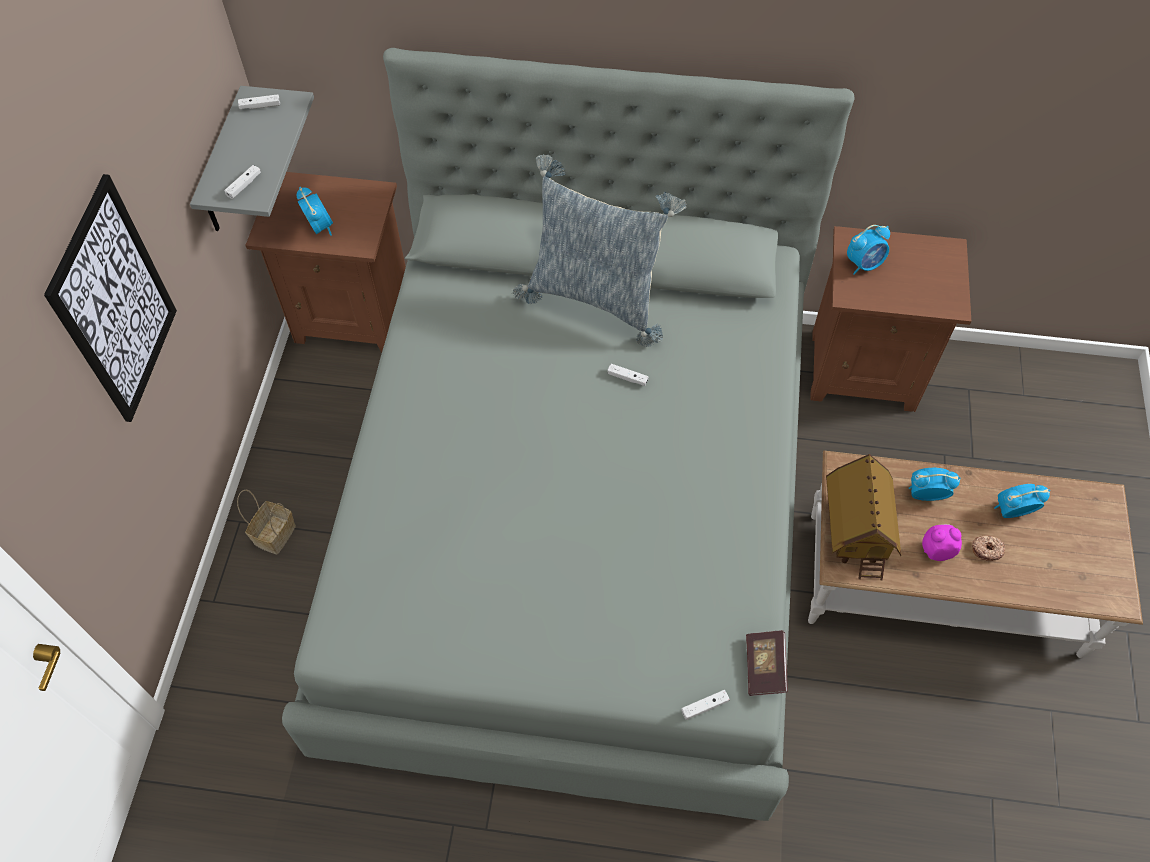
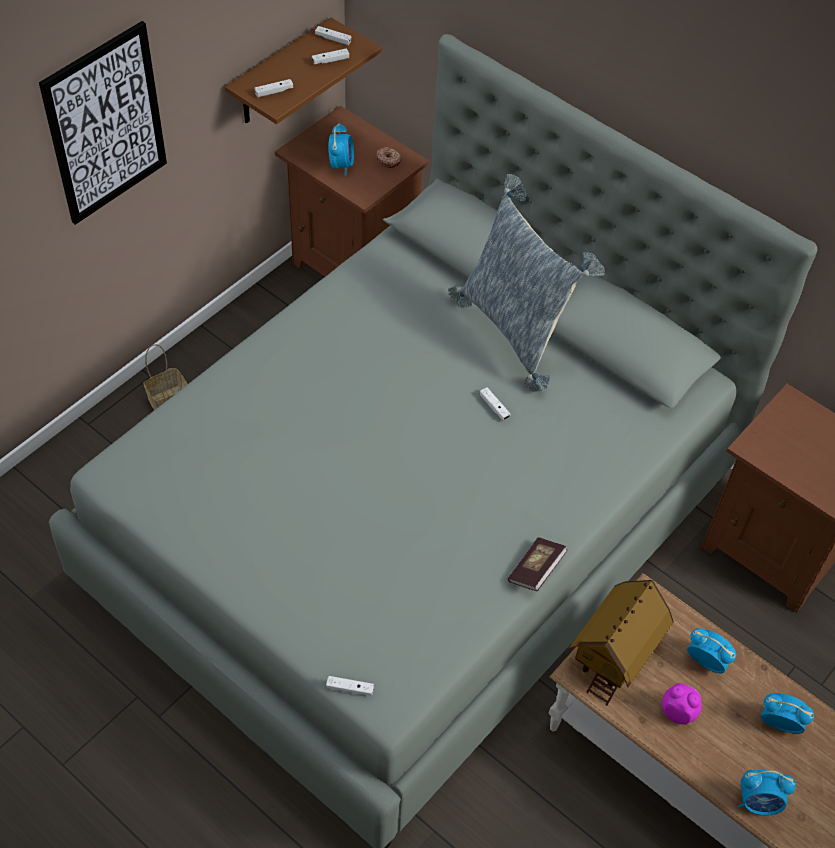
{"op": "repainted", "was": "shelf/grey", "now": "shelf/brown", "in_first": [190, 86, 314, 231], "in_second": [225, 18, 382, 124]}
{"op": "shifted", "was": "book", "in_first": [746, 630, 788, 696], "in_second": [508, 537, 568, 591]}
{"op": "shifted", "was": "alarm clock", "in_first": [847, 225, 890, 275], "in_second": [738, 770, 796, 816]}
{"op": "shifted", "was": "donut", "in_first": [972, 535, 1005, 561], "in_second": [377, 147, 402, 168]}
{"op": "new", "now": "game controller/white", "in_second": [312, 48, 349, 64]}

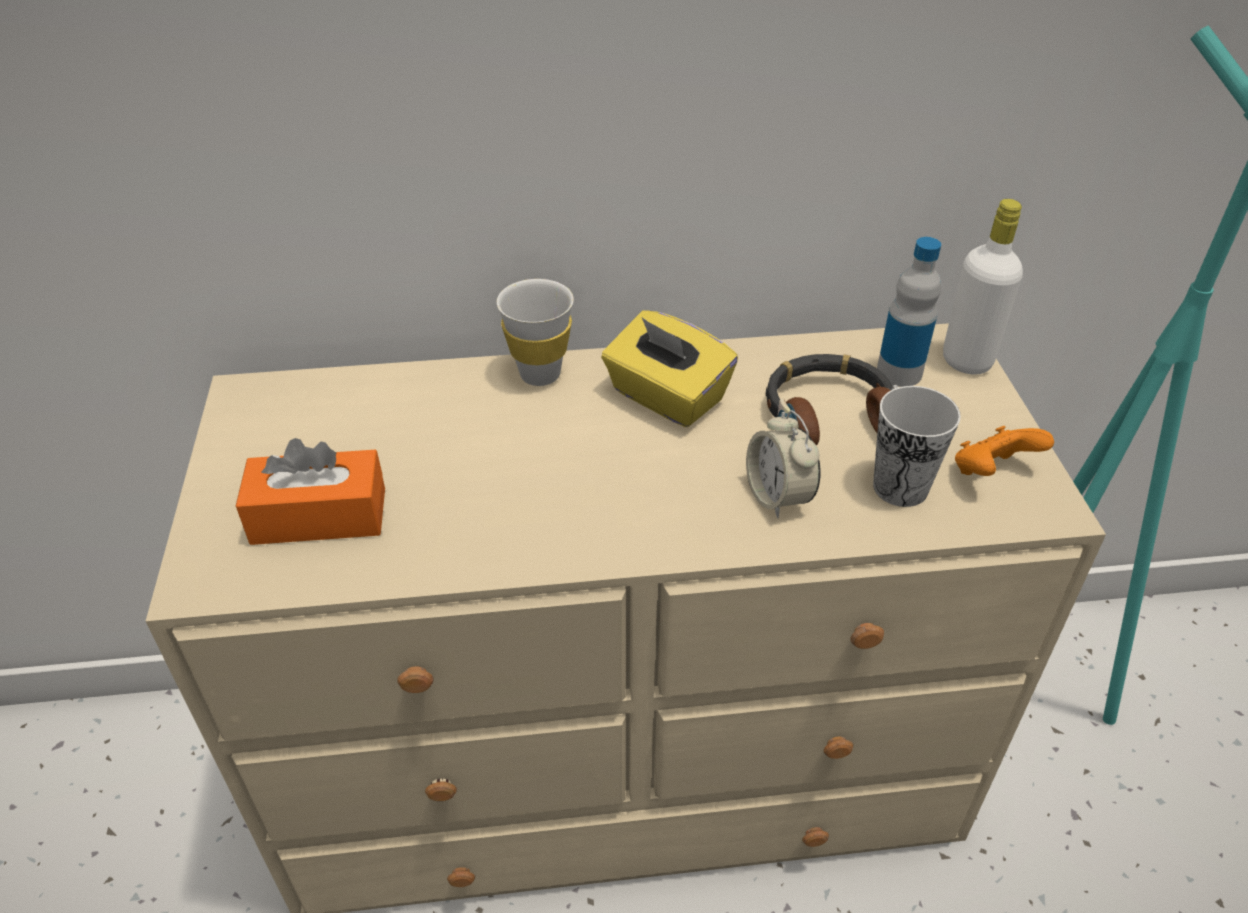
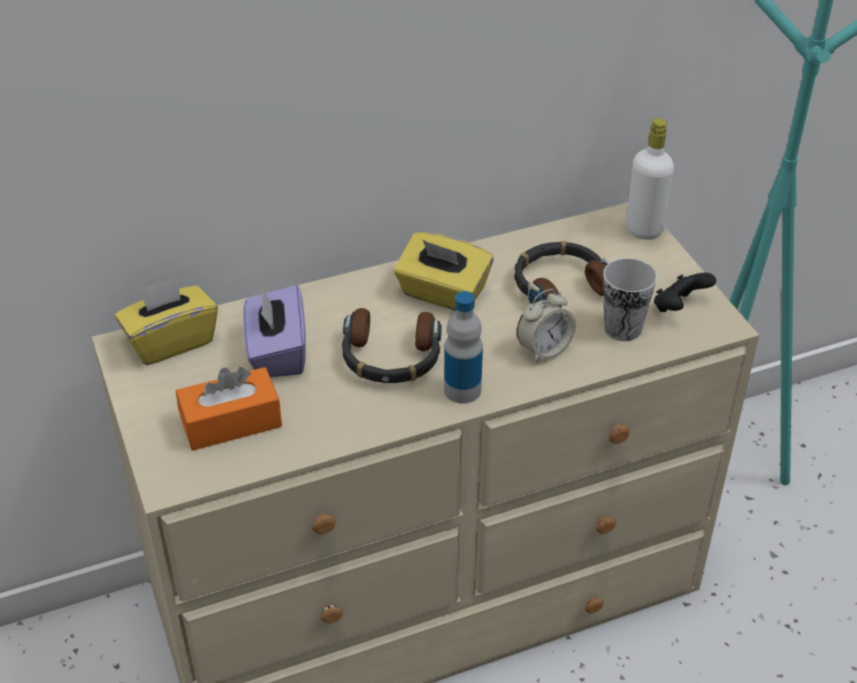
{"op": "gone", "was": "cup/white", "in_first": [497, 279, 574, 386]}
{"op": "rotated", "was": "alarm clock", "in_first": [746, 410, 821, 518], "in_second": [517, 289, 576, 363], "clockwise": -90}
{"op": "shifted", "was": "bottle", "in_first": [877, 237, 941, 387], "in_second": [444, 291, 483, 404]}
{"op": "repainted", "was": "game controller/orange", "now": "game controller/black", "in_first": [955, 426, 1054, 476], "in_second": [654, 273, 716, 312]}
{"op": "new", "now": "tissue box/yellow", "in_second": [115, 277, 218, 365]}
{"op": "new", "now": "tissue box/purple", "in_second": [243, 285, 306, 377]}
{"op": "new", "now": "headphones", "in_second": [342, 308, 442, 383]}

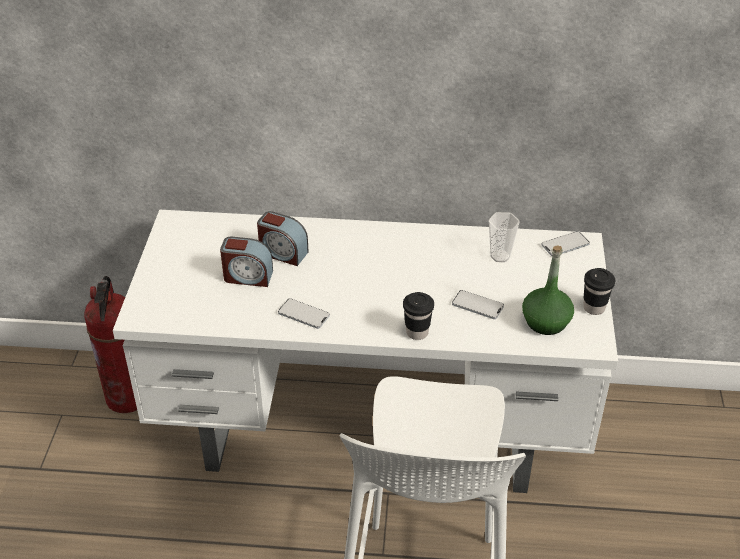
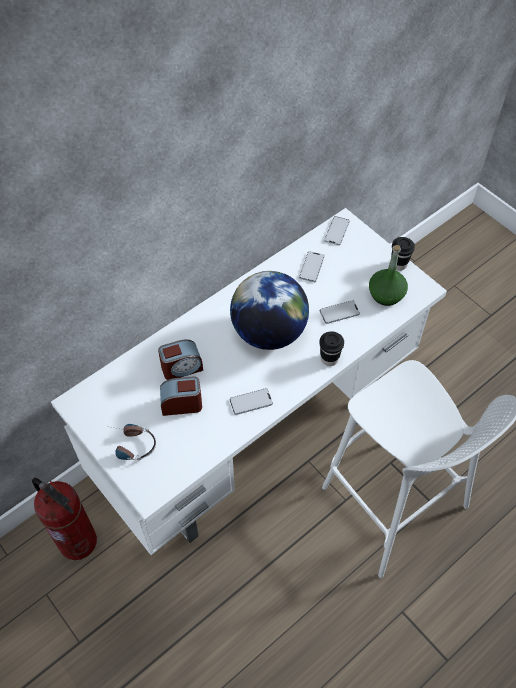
{"op": "rotated", "was": "alarm clock", "in_first": [220, 237, 273, 287], "in_second": [160, 376, 202, 416], "clockwise": -150}
{"op": "swapped", "was": "cup", "now": "phone", "in_first": [489, 212, 520, 262], "in_second": [299, 251, 324, 282]}
{"op": "new", "now": "headphones", "in_second": [106, 424, 156, 460]}
{"op": "new", "now": "globe", "in_second": [230, 271, 309, 350]}

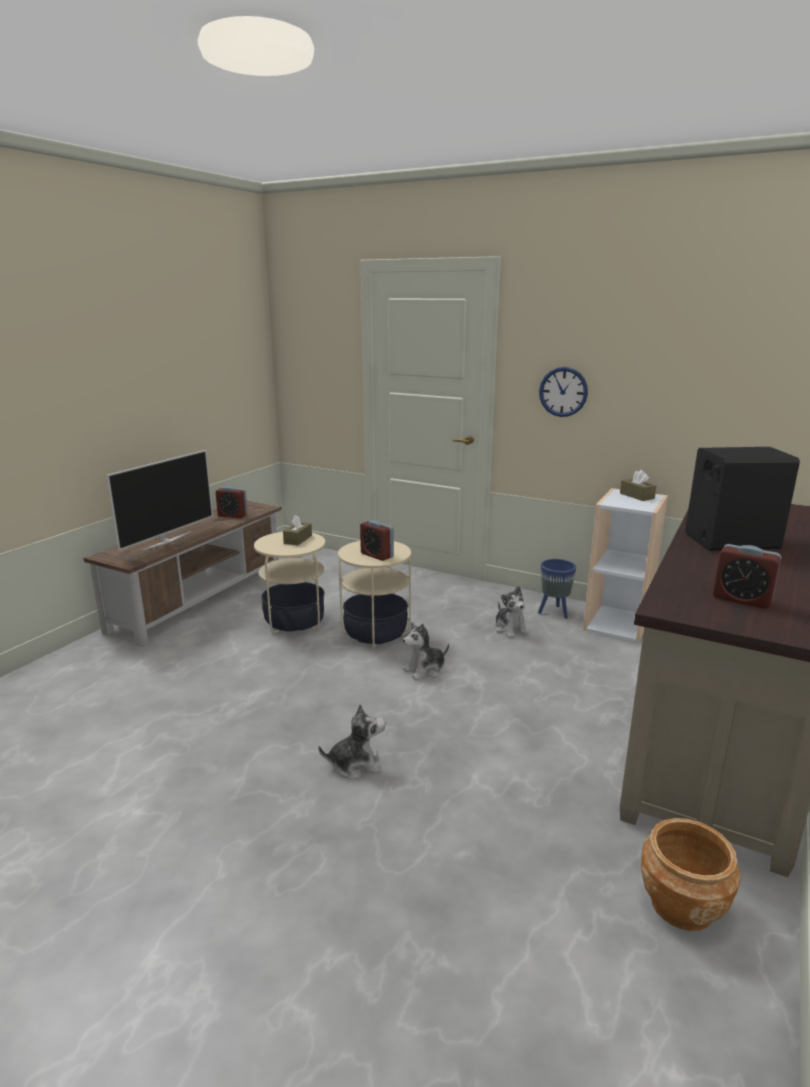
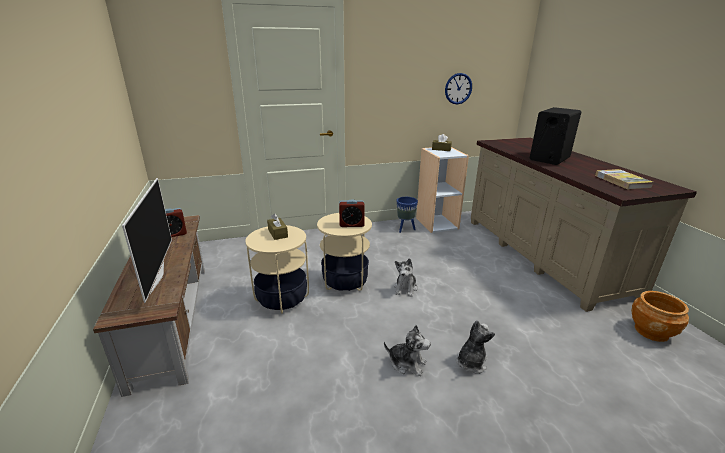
{"op": "shifted", "was": "plush toy", "in_first": [495, 586, 529, 638], "in_second": [384, 325, 431, 376]}
{"op": "shifted", "was": "wall clock", "in_first": [539, 367, 588, 417], "in_second": [445, 73, 472, 105]}
{"op": "swapped", "was": "alarm clock", "now": "book", "in_first": [713, 544, 781, 609], "in_second": [595, 169, 653, 189]}

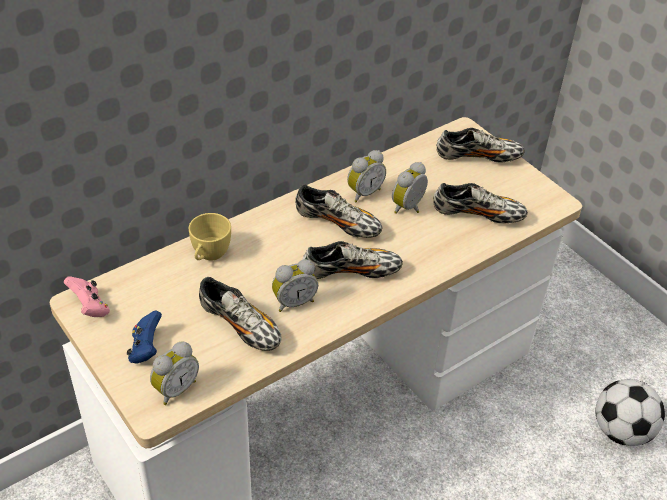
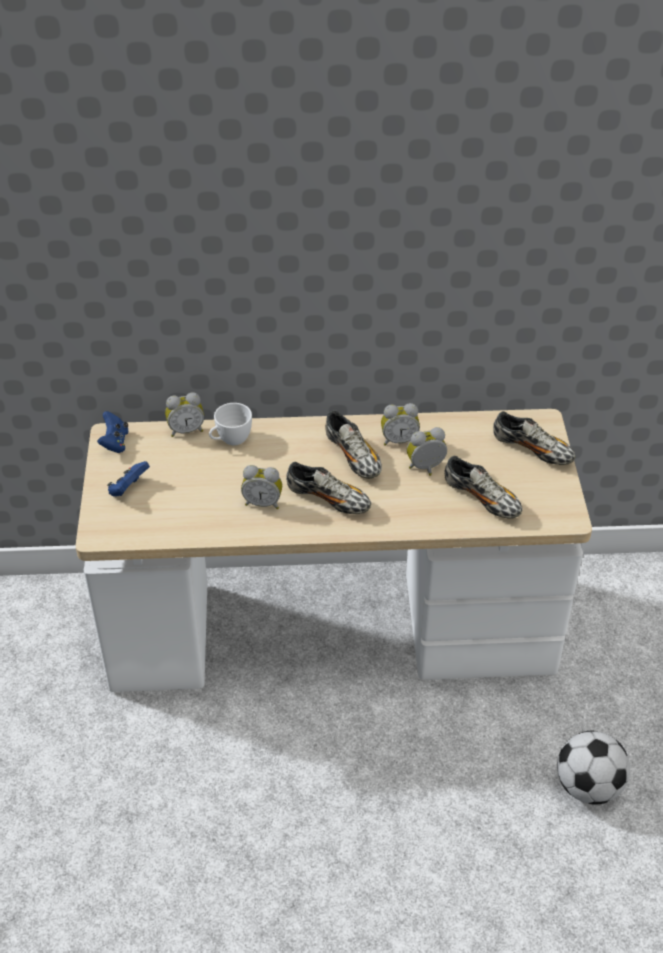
{"op": "repainted", "was": "game controller/pink", "now": "game controller/blue", "in_first": [64, 276, 110, 317], "in_second": [97, 411, 128, 453]}
{"op": "shifted", "was": "alarm clock", "in_first": [150, 341, 199, 405], "in_second": [165, 392, 204, 437]}
{"op": "repainted", "was": "cup/yellow", "now": "cup/white", "in_first": [189, 213, 231, 260], "in_second": [209, 403, 252, 445]}
{"op": "gone", "was": "shoe", "in_first": [199, 277, 282, 351]}

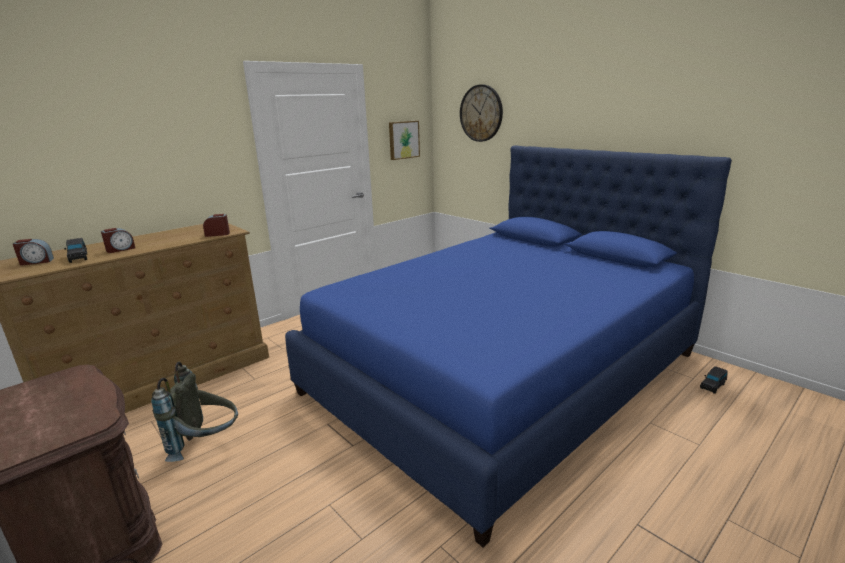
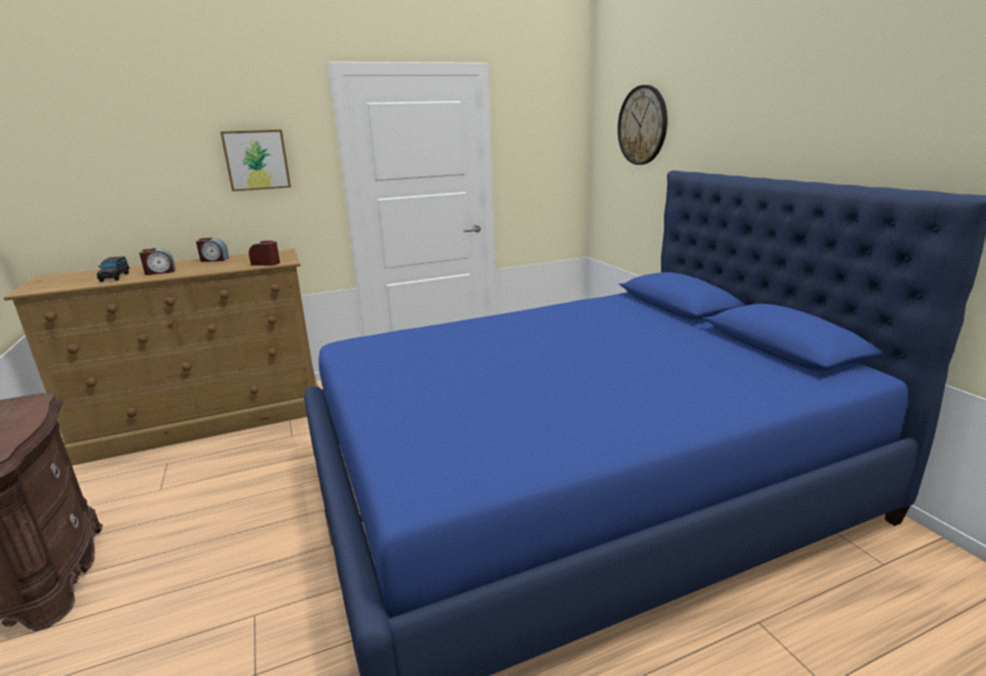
{"op": "shifted", "was": "alarm clock", "in_first": [13, 239, 54, 265], "in_second": [196, 238, 229, 262]}
{"op": "gone", "was": "backpack/grey", "in_first": [151, 362, 238, 462]}
{"op": "shifted", "was": "picture", "in_first": [389, 121, 420, 160], "in_second": [221, 130, 291, 191]}
{"op": "gone", "was": "toy car/black", "in_first": [700, 366, 728, 394]}

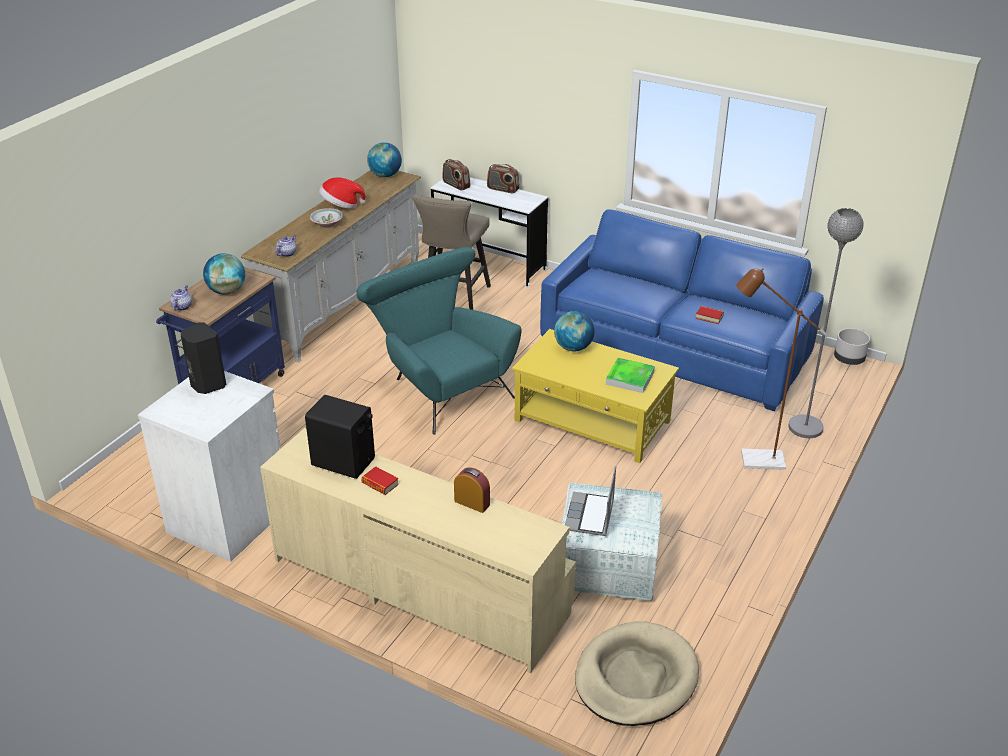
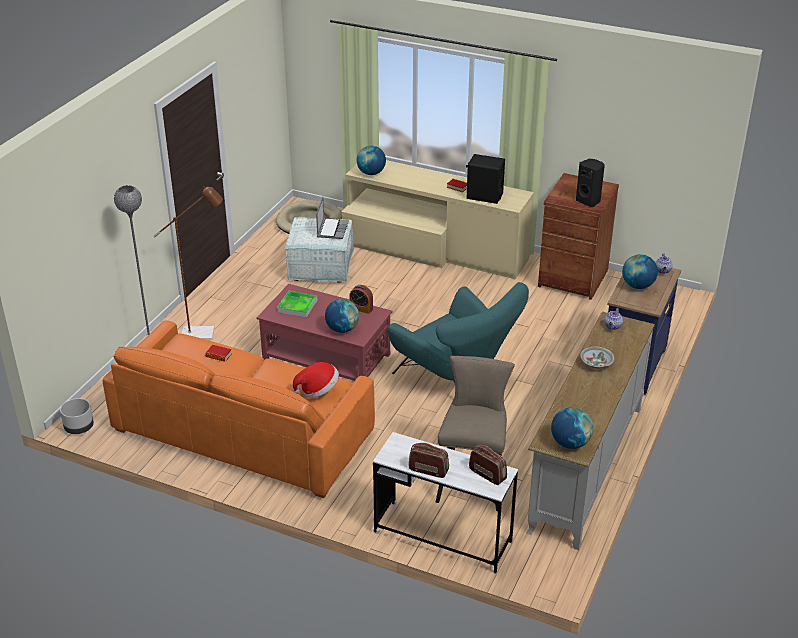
{"op": "repainted", "was": "dresser/white", "now": "dresser/brown", "in_first": [138, 371, 280, 562], "in_second": [538, 173, 619, 300]}
{"op": "shifted", "was": "hat", "in_first": [319, 177, 365, 209], "in_second": [293, 362, 339, 398]}
{"op": "shifted", "was": "alarm clock", "in_first": [454, 467, 490, 513], "in_second": [349, 285, 373, 314]}
{"op": "repainted", "was": "coffee table/yellow", "now": "coffee table/red", "in_first": [512, 329, 679, 463], "in_second": [257, 284, 392, 381]}
{"op": "repainted", "was": "sofa/blue", "now": "sofa/orange", "in_first": [540, 209, 824, 411], "in_second": [102, 321, 375, 498]}
{"op": "new", "now": "globe", "in_second": [357, 146, 386, 175]}

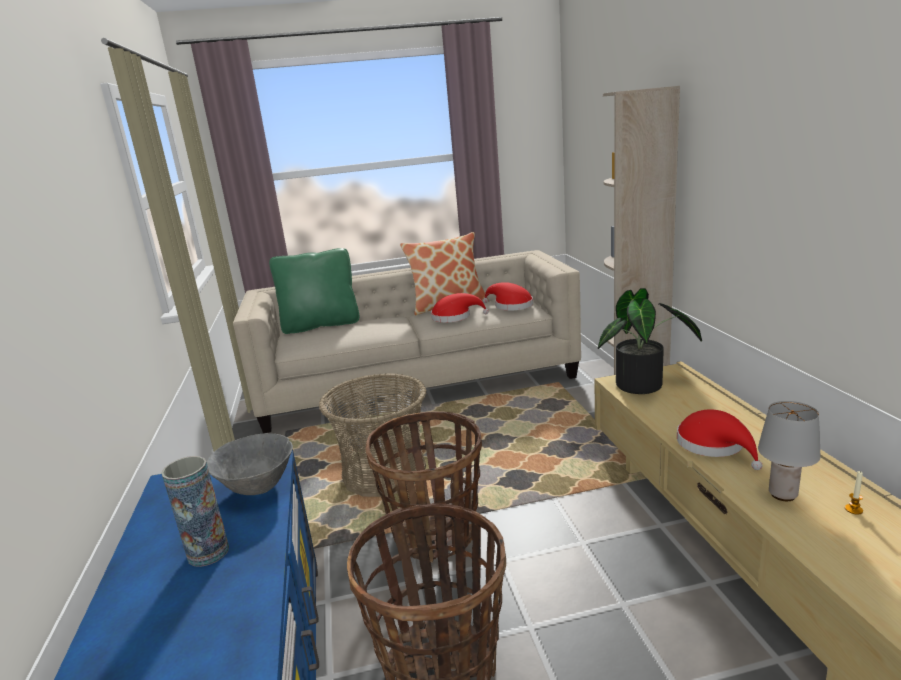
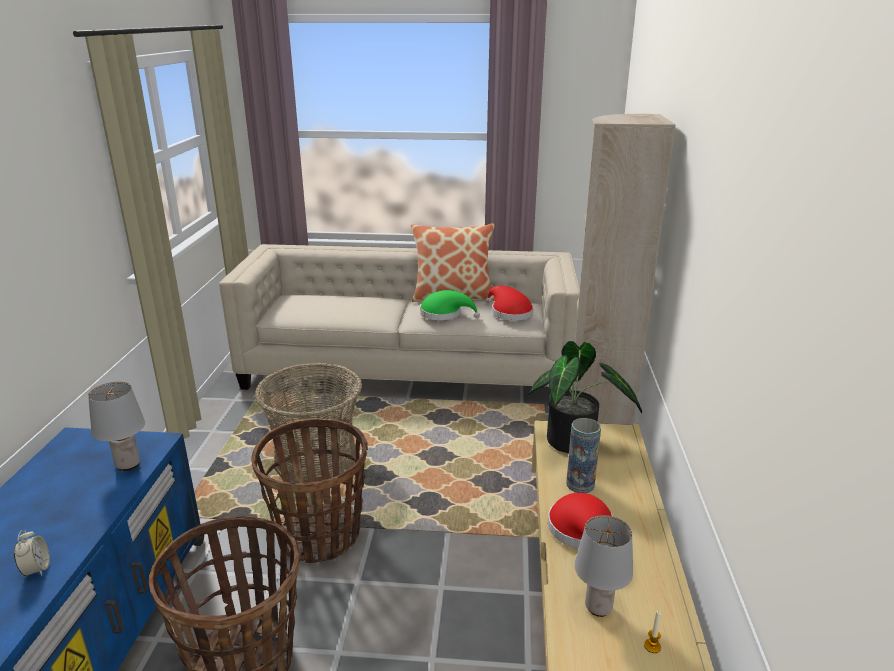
{"op": "shifted", "was": "vase", "in_first": [161, 456, 229, 567], "in_second": [566, 418, 601, 493]}
{"op": "swapped", "was": "bowl/grey", "now": "table lamp/grey", "in_first": [207, 433, 293, 495], "in_second": [88, 382, 145, 471]}
{"op": "gone", "was": "pillow/green", "in_first": [269, 248, 359, 334]}
{"op": "repainted", "was": "hat/red", "now": "hat/green", "in_first": [431, 293, 489, 322], "in_second": [420, 290, 480, 321]}
{"op": "new", "now": "alarm clock", "in_second": [14, 530, 50, 576]}

